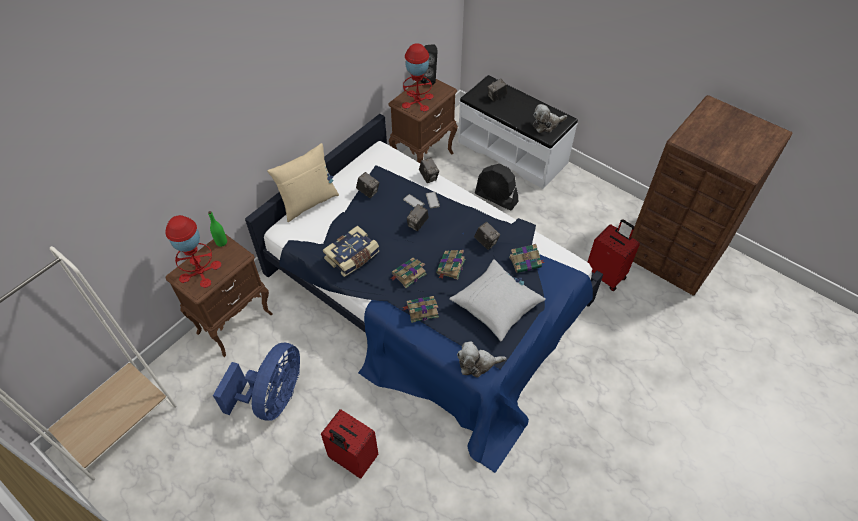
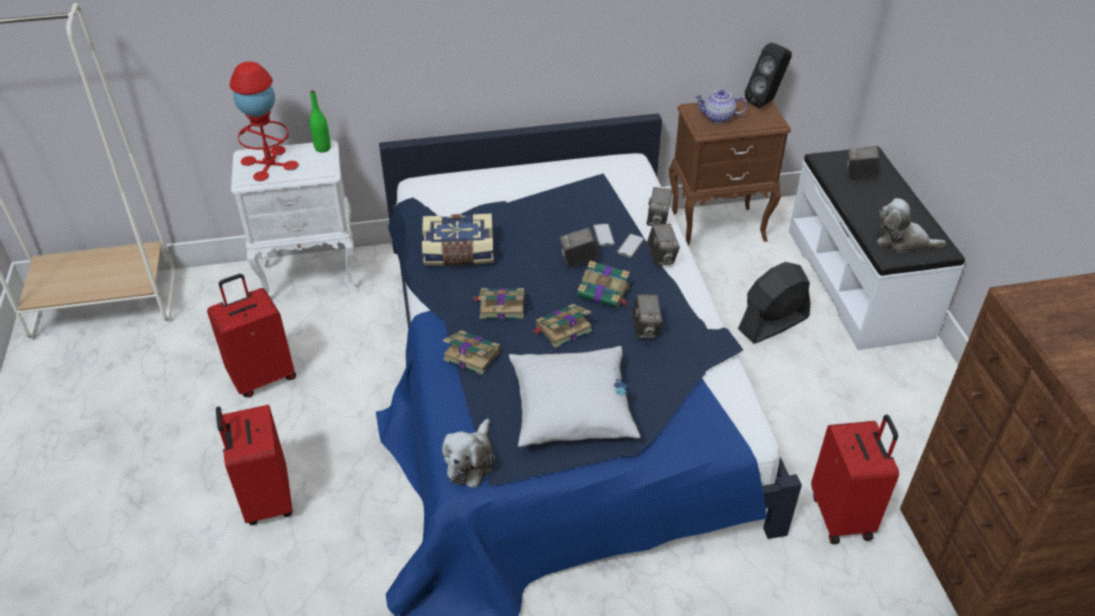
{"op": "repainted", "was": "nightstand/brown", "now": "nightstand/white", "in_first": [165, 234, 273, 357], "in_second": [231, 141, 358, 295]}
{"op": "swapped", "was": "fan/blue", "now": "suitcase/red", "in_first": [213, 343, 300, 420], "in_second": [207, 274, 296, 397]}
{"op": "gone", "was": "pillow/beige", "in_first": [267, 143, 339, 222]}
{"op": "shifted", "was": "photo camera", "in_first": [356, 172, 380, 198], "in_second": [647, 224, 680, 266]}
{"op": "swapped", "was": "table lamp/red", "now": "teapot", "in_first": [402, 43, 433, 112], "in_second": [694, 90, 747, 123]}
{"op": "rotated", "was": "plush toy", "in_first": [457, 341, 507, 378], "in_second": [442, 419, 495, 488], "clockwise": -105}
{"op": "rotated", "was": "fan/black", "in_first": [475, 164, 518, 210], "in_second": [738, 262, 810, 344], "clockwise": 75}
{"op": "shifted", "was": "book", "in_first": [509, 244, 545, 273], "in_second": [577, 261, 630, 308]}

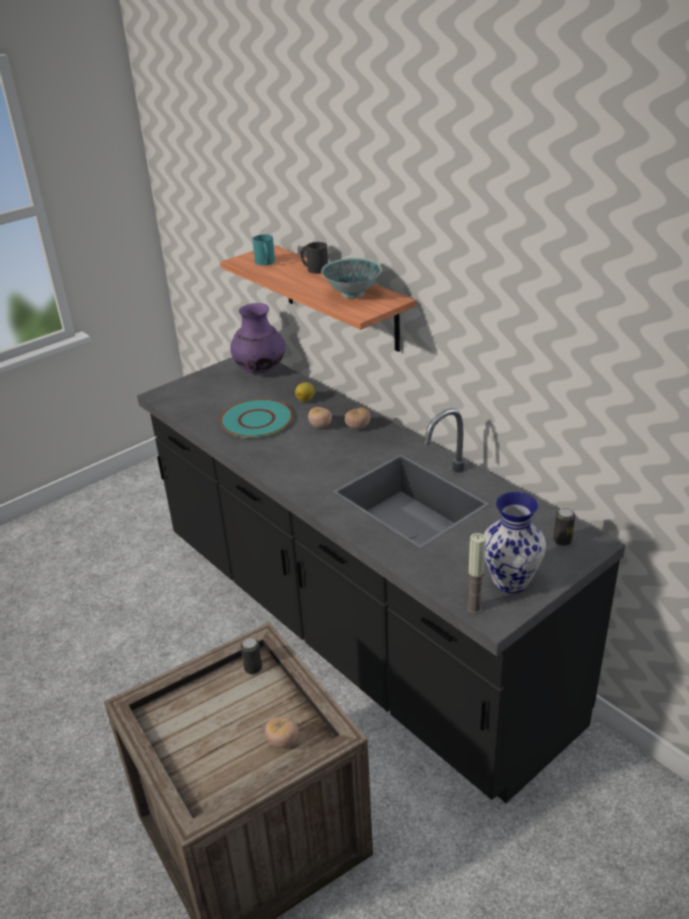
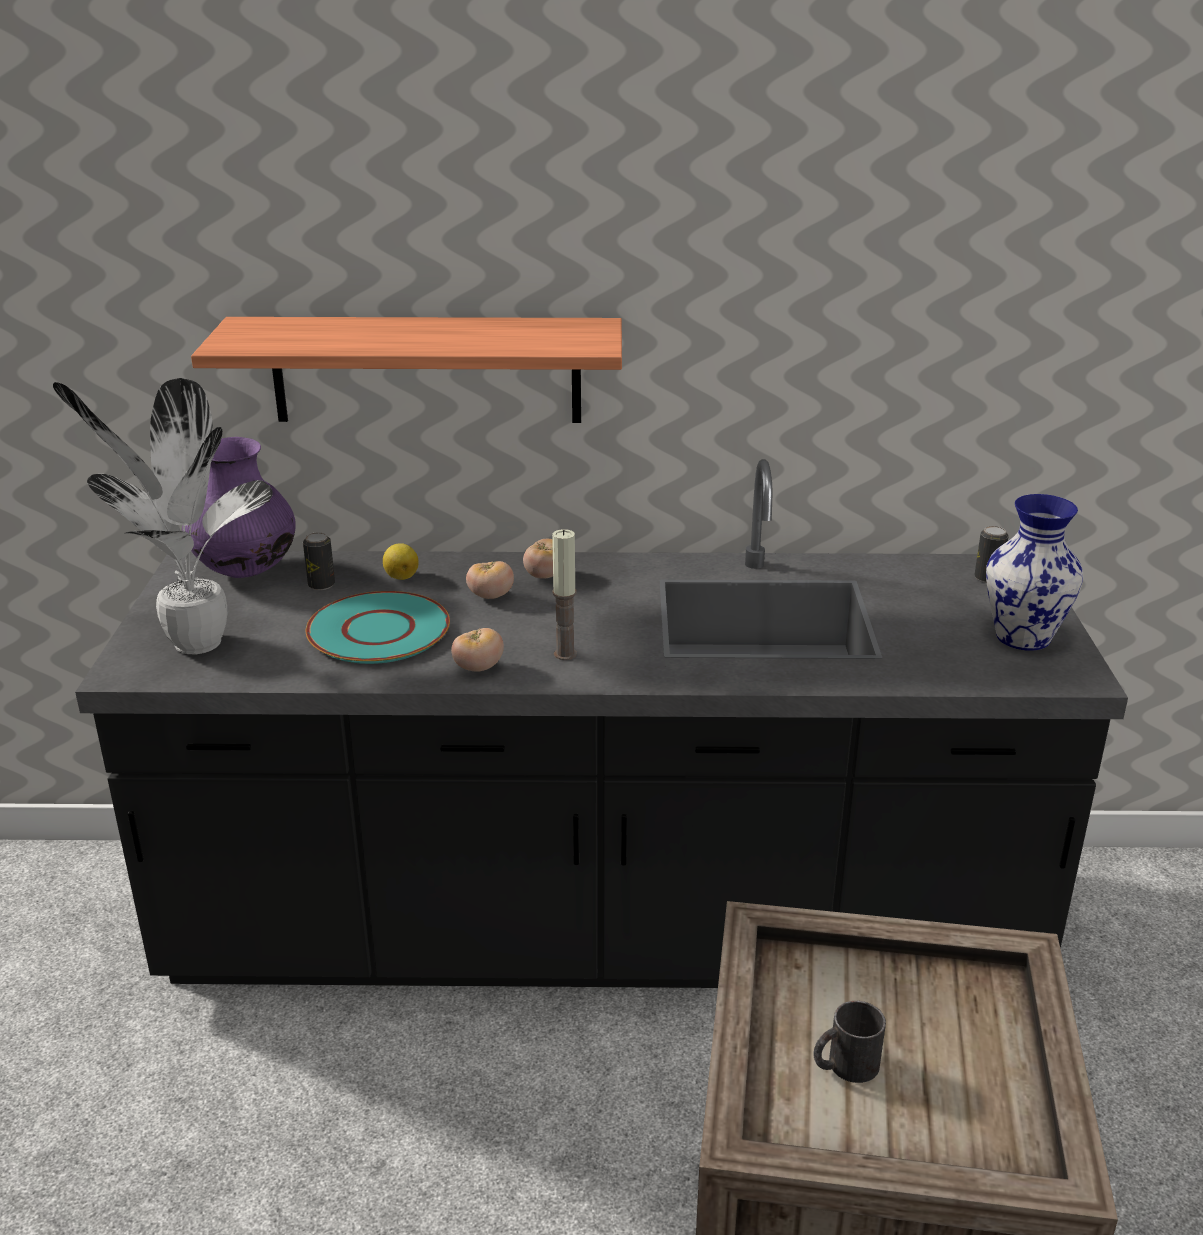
{"op": "shifted", "was": "can", "in_first": [241, 638, 262, 674], "in_second": [303, 532, 335, 590]}
{"op": "gone", "was": "mug/turquoise", "in_first": [253, 234, 275, 265]}
{"op": "shifted", "was": "tomato", "in_first": [265, 717, 298, 748], "in_second": [451, 628, 504, 672]}
{"op": "shifted", "was": "mug/black", "in_first": [300, 242, 328, 274], "in_second": [814, 1001, 886, 1083]}
{"op": "gone", "was": "bowl", "in_first": [321, 258, 382, 298]}
{"op": "shifted", "was": "candle", "in_first": [466, 533, 486, 614], "in_second": [552, 529, 577, 660]}
{"op": "new", "now": "potted plant", "in_second": [53, 378, 273, 654]}

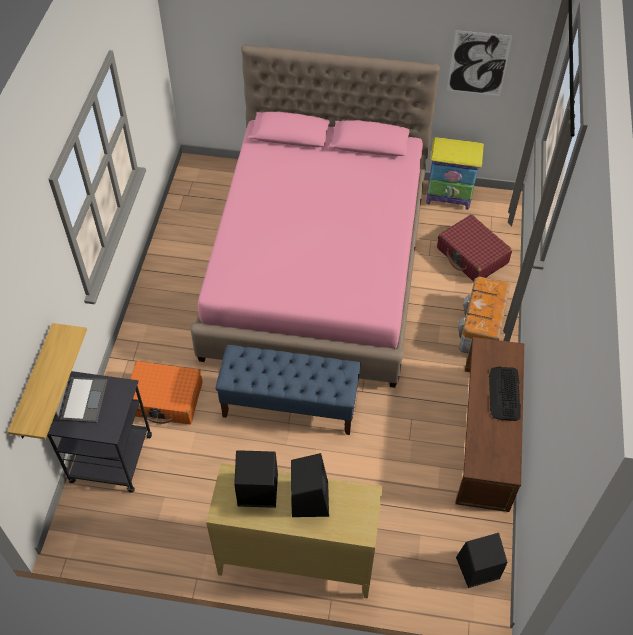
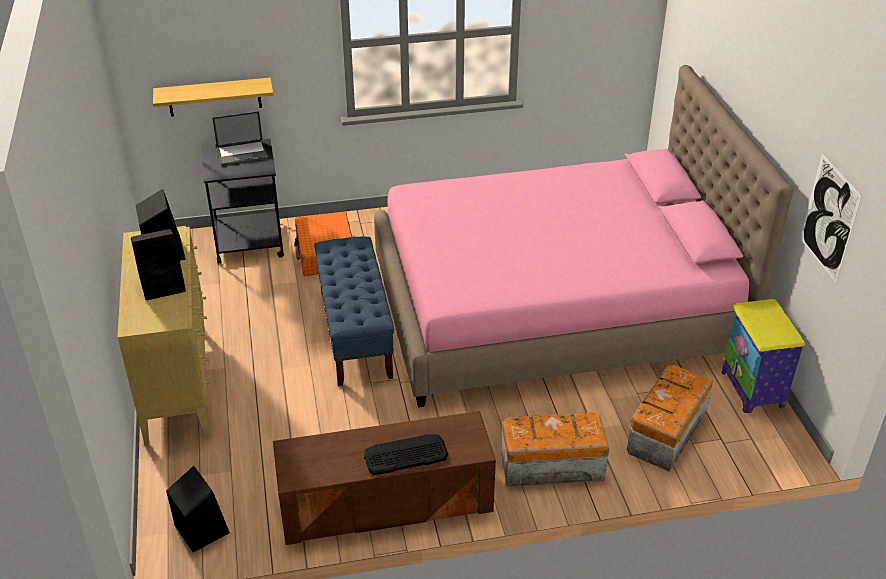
{"op": "swapped", "was": "suitcase/red", "now": "storage box", "in_first": [437, 215, 512, 282], "in_second": [627, 365, 713, 472]}

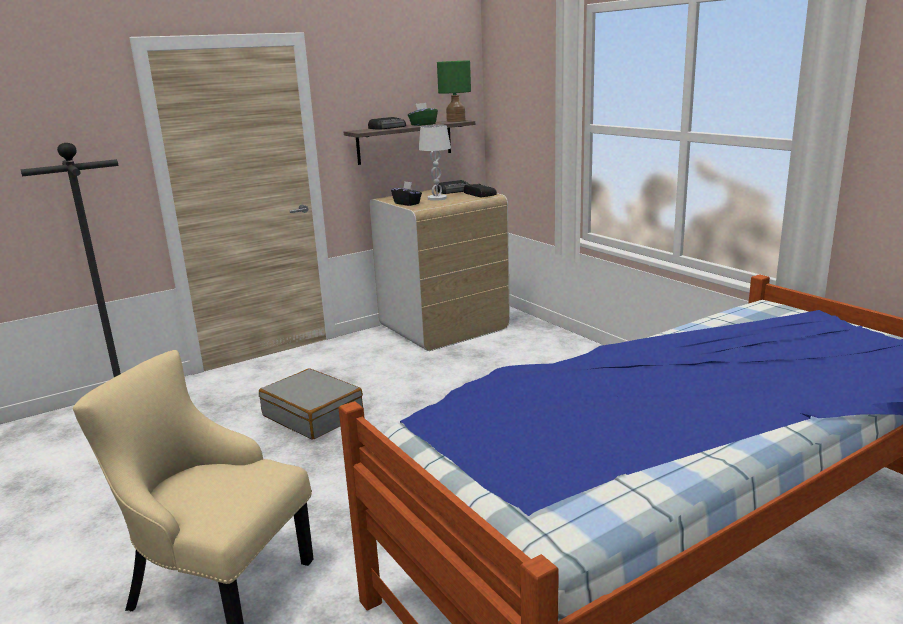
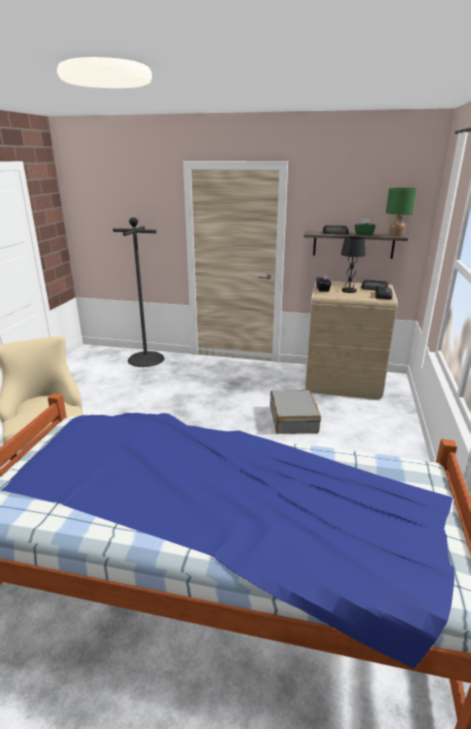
{"op": "shifted", "was": "suitcase/grey", "in_first": [259, 368, 363, 440], "in_second": [270, 390, 321, 434]}
{"op": "repainted", "was": "table lamp/white", "now": "table lamp/black", "in_first": [419, 125, 451, 201], "in_second": [341, 236, 366, 293]}

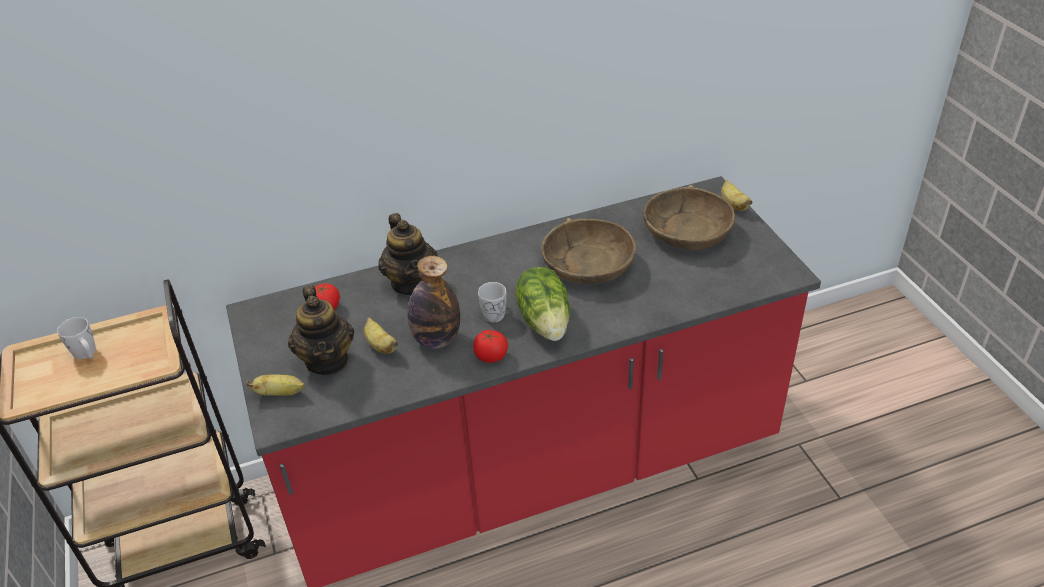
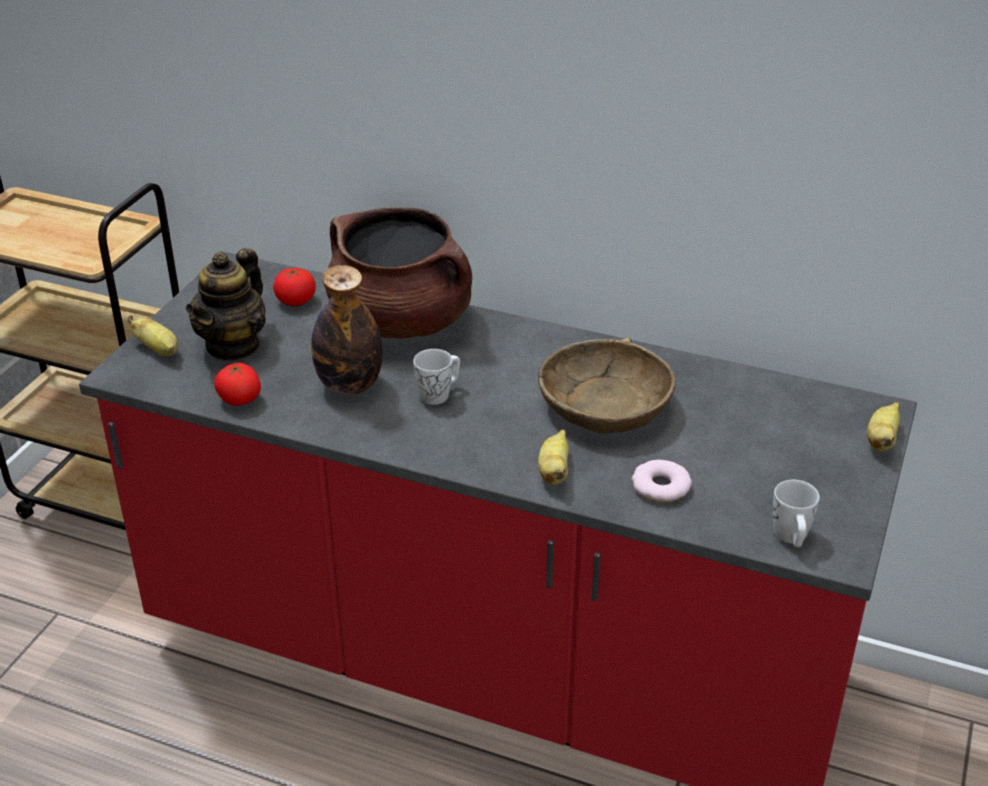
{"op": "shifted", "was": "mug/white", "in_first": [57, 317, 96, 359], "in_second": [773, 480, 820, 547]}
{"op": "shifted", "was": "banana", "in_first": [364, 317, 398, 354], "in_second": [538, 430, 569, 485]}
{"op": "swapped", "was": "teapot", "now": "cooking pot/brown", "in_first": [378, 213, 437, 295], "in_second": [326, 207, 472, 338]}
{"op": "shifted", "was": "tomato", "in_first": [473, 330, 508, 363], "in_second": [214, 363, 261, 406]}
{"op": "gone", "was": "lettuce", "in_first": [515, 267, 570, 341]}
{"op": "gone", "was": "bowl/brown", "in_first": [643, 185, 735, 250]}
{"op": "new", "now": "donut", "in_second": [632, 460, 692, 502]}

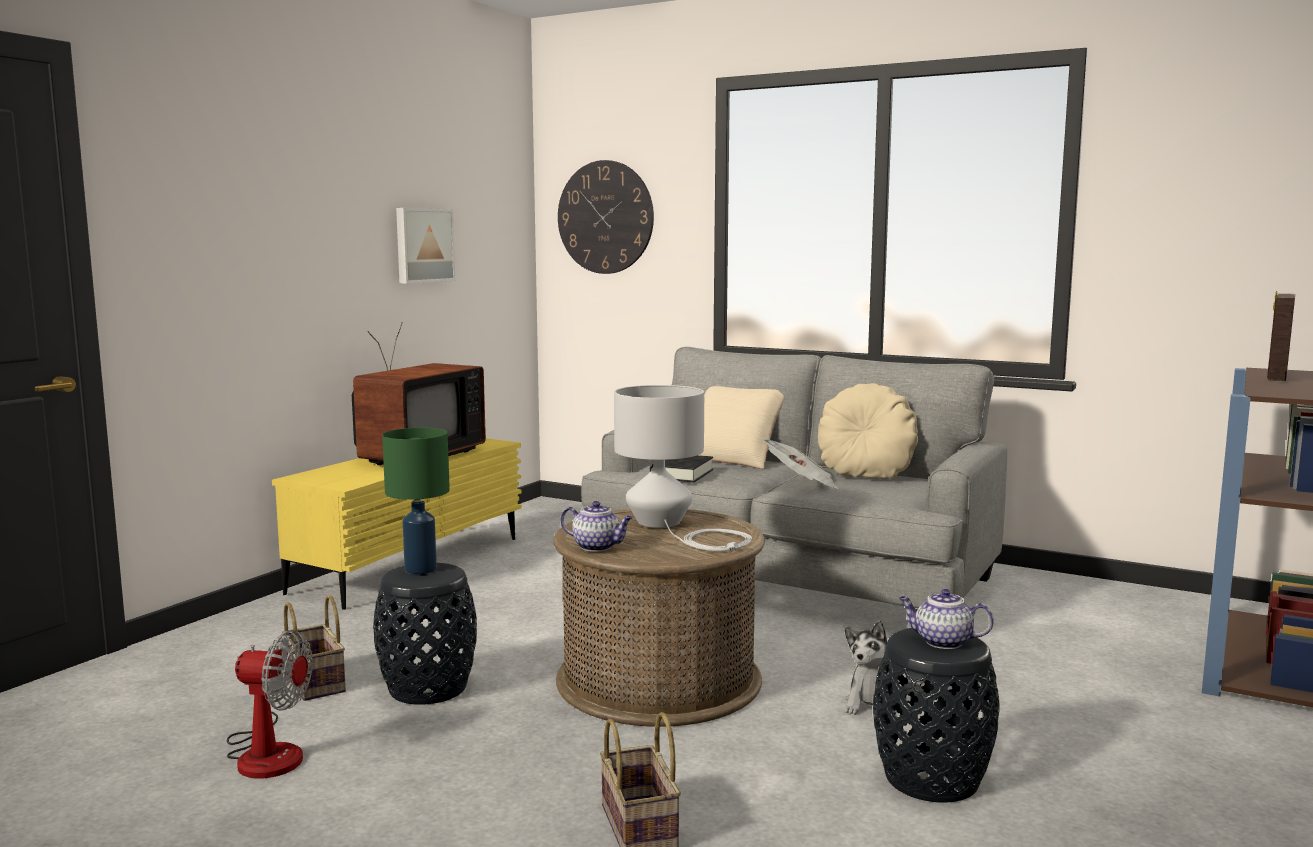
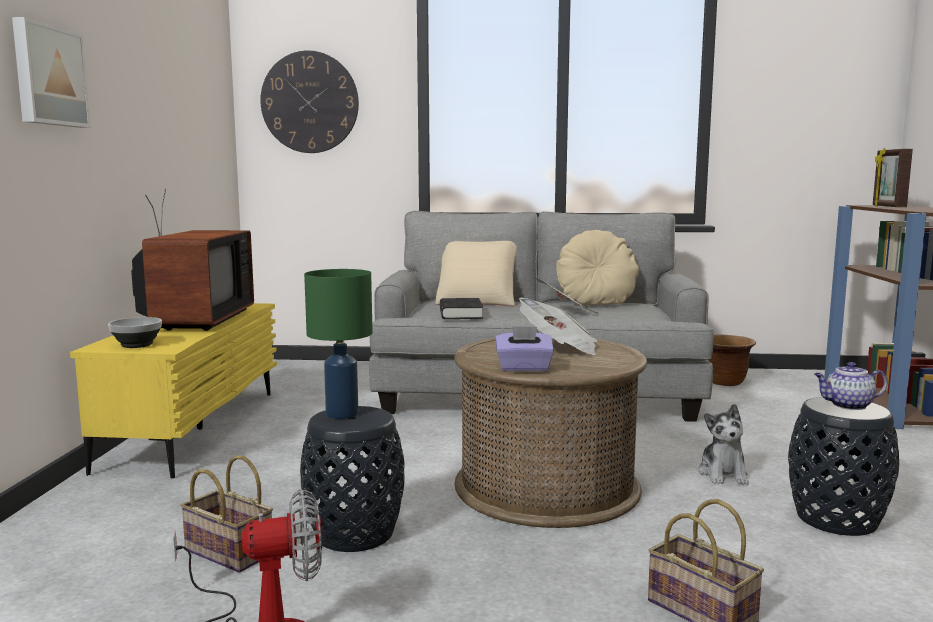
{"op": "shifted", "was": "picture", "in_first": [396, 208, 455, 284], "in_second": [12, 17, 91, 128]}
{"op": "swapped", "was": "teapot", "now": "tissue box/purple", "in_first": [561, 501, 633, 552], "in_second": [495, 326, 554, 371]}
{"op": "swapped", "was": "table lamp/white", "now": "newspaper", "in_first": [614, 385, 752, 551], "in_second": [519, 298, 597, 355]}
{"op": "new", "now": "bowl", "in_second": [108, 317, 162, 348]}
{"op": "new", "now": "planter/brown", "in_second": [708, 335, 756, 386]}

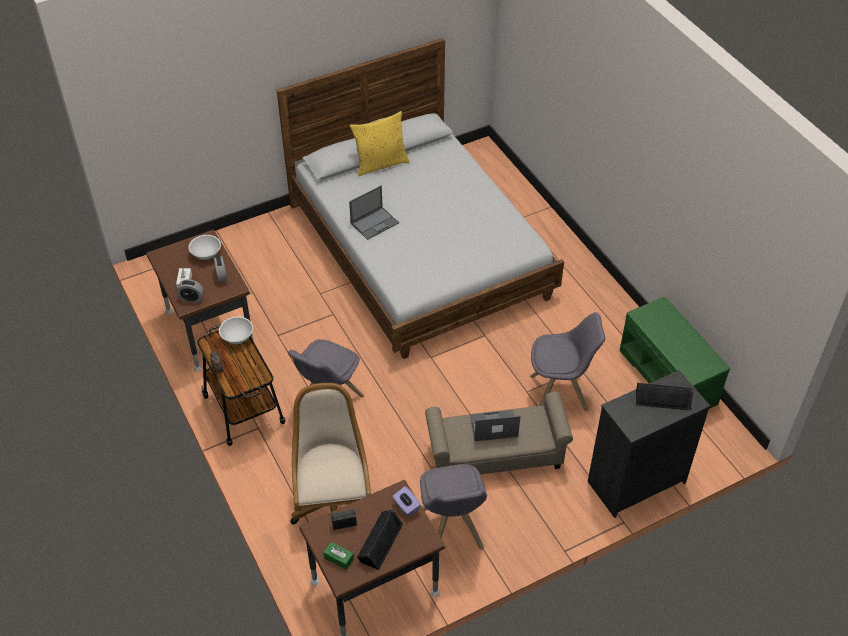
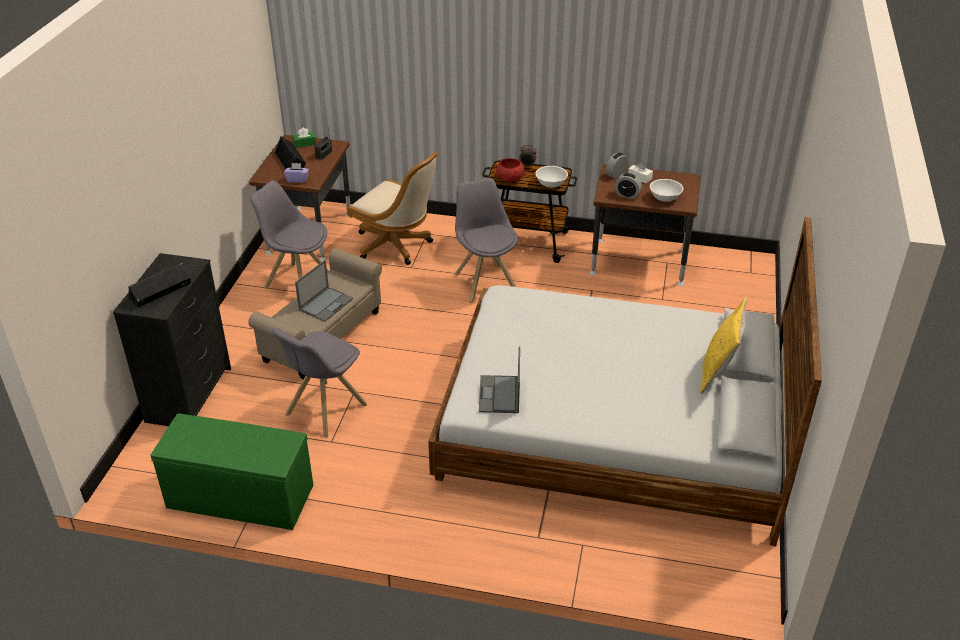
{"op": "shifted", "was": "laptop", "in_first": [349, 186, 399, 240], "in_second": [479, 346, 520, 413]}
{"op": "new", "now": "bowl/red", "in_second": [496, 158, 525, 182]}

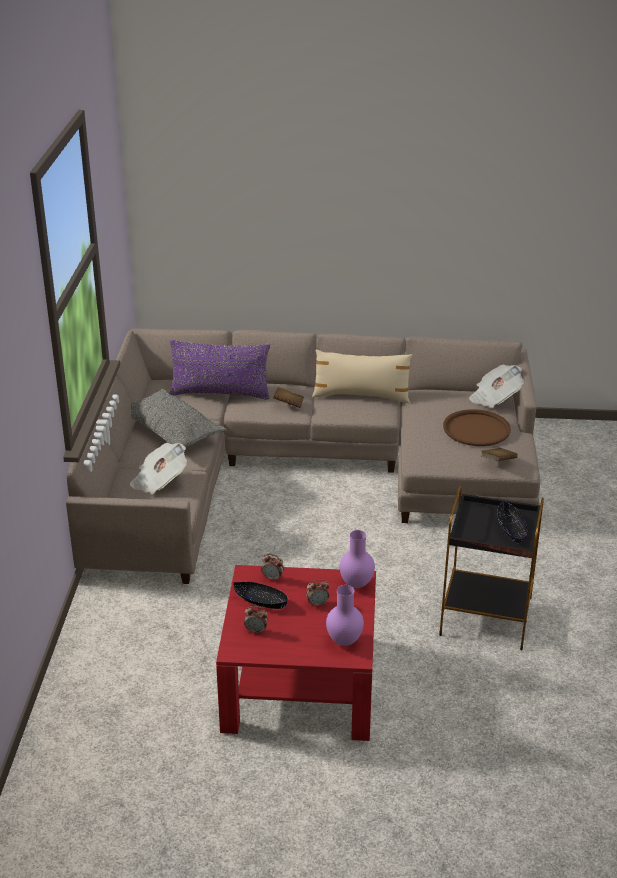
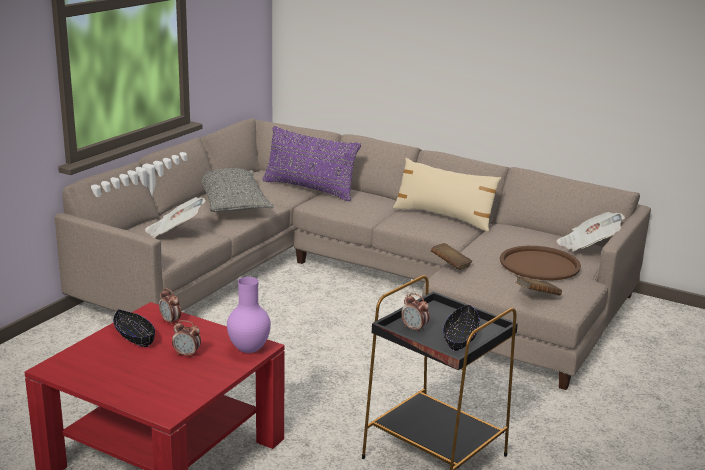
{"op": "shifted", "was": "alarm clock", "in_first": [244, 606, 268, 634], "in_second": [401, 293, 430, 333]}
{"op": "shifted", "was": "book/brown", "in_first": [273, 387, 304, 408], "in_second": [431, 243, 472, 270]}
{"op": "gone", "was": "vase/purple", "in_first": [326, 585, 364, 646]}

